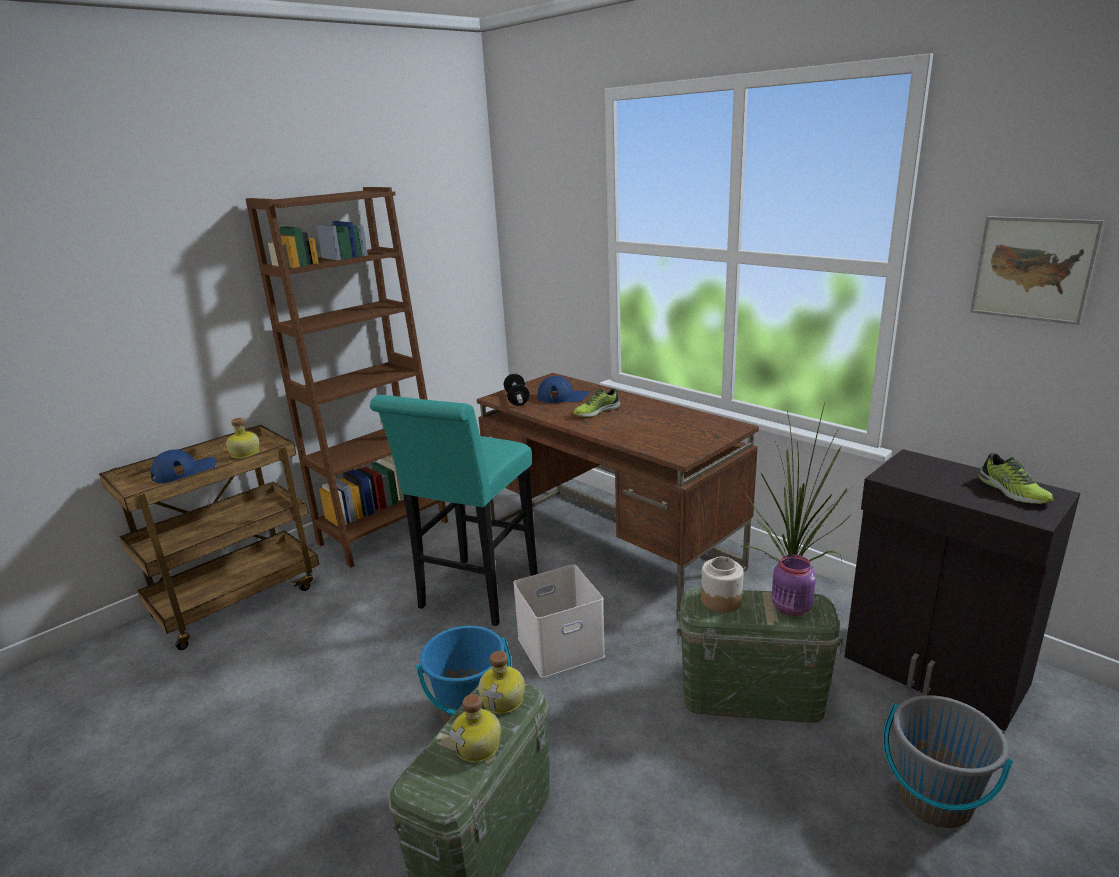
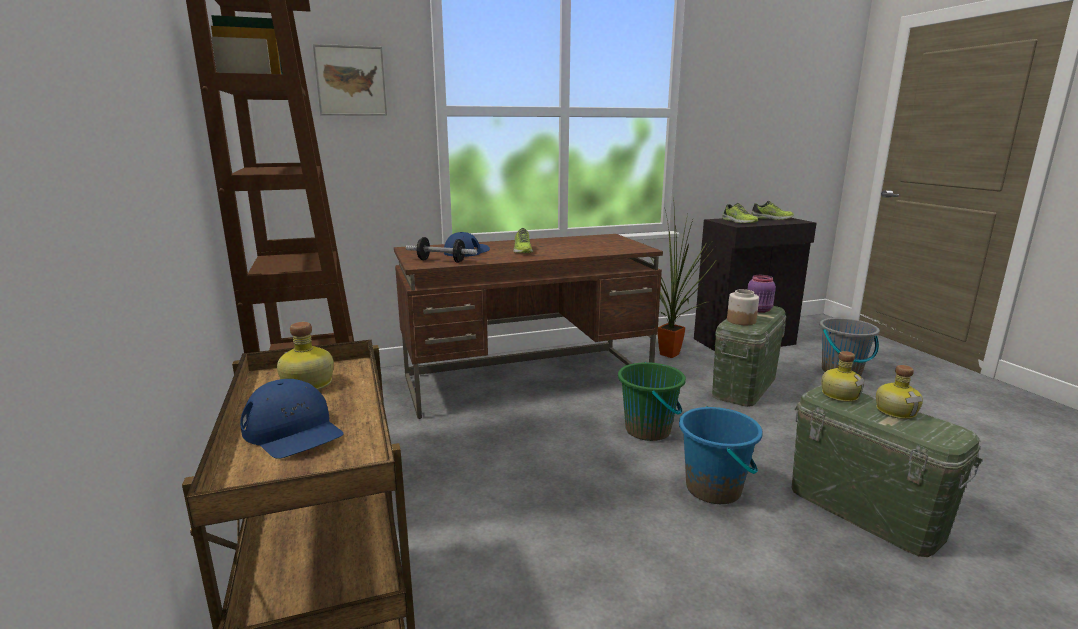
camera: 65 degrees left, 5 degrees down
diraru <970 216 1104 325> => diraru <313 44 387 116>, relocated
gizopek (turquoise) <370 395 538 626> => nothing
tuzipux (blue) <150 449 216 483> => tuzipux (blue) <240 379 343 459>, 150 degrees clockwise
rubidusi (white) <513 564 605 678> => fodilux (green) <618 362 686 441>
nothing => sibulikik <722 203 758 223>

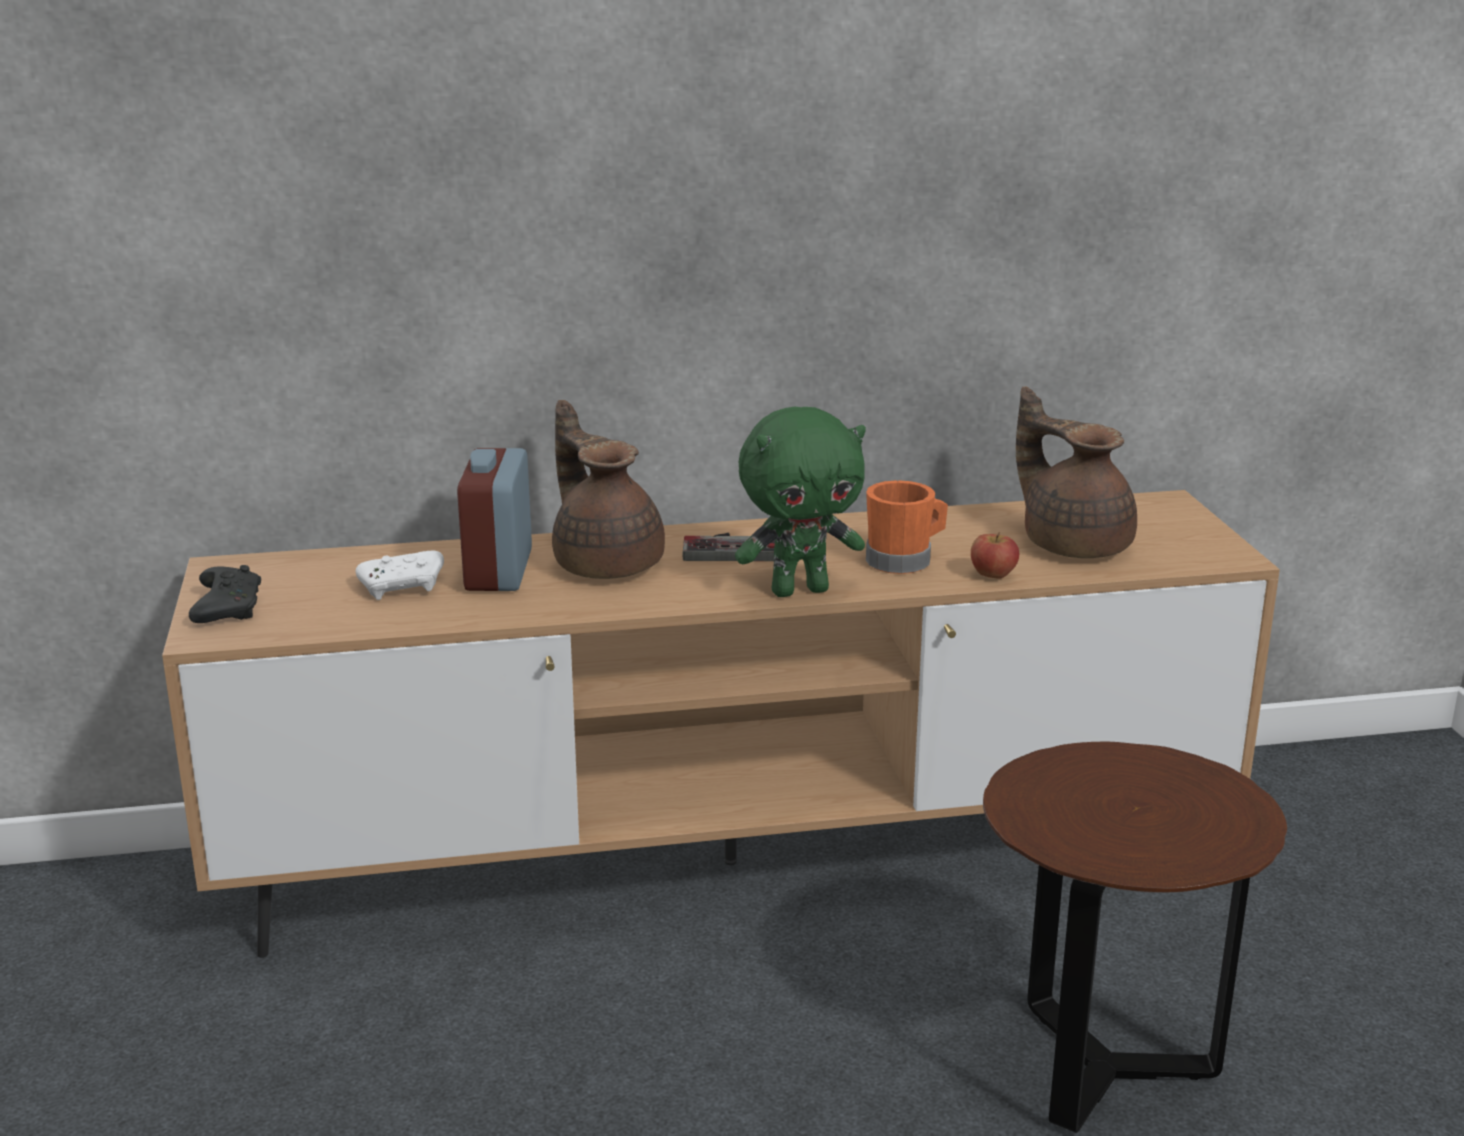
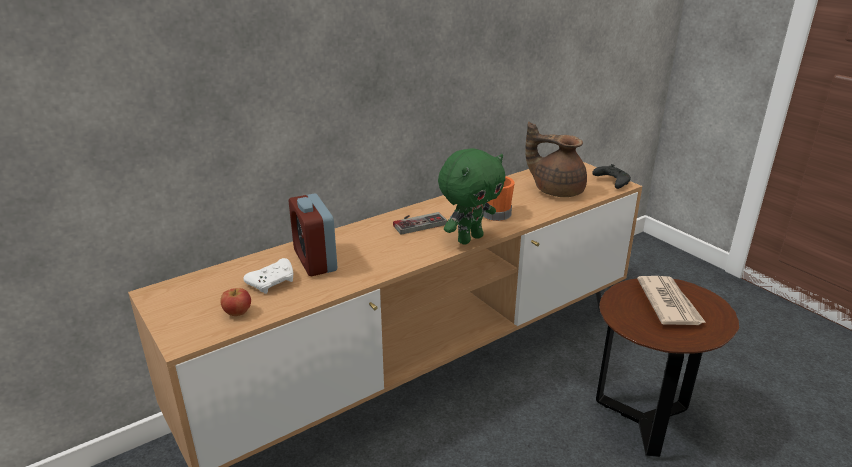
camera: 25 degrees left, 5 degrees up
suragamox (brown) <552 400 665 579> => nothing
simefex <971 532 1019 579> => simefex <220 288 251 316>, relocated
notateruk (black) <189 565 261 623> => notateruk (black) <592 164 631 189>, relocated
nothing => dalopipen <637 276 706 325>

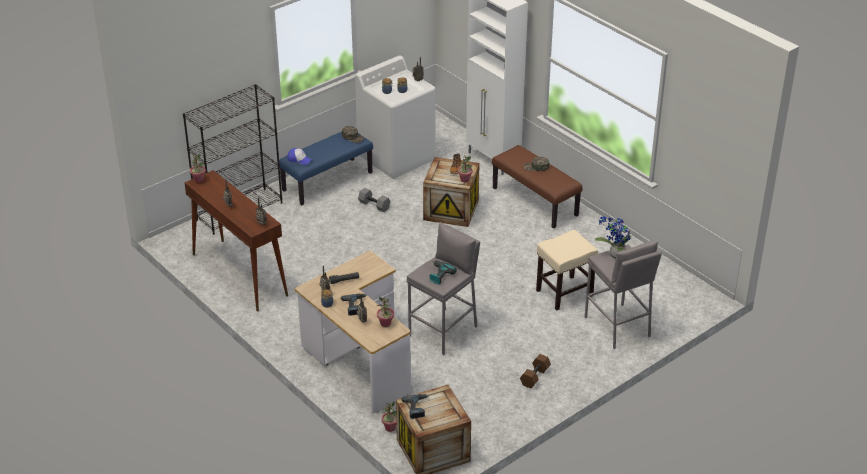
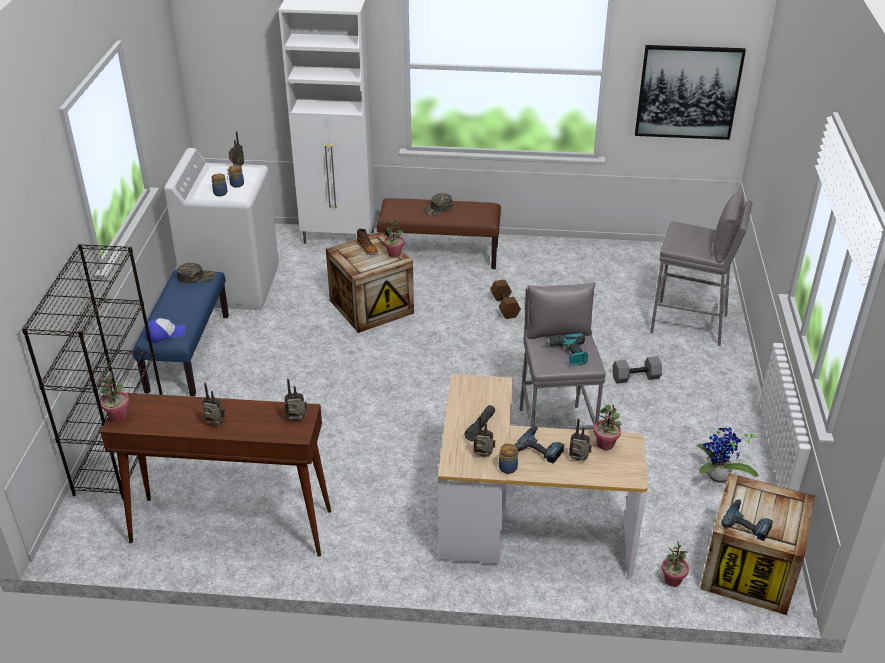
camera: 45 degrees left, 0 degrees up
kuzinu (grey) <358 188 391 212> => kuzinu (grey) <612 356 662 384>, relocated
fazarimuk <595 216 632 259> => fazarimuk <696 427 758 483>, relocated
gizopek (beige) <536 230 598 310> => nothing
kuzinu (brown) <520 354 551 389> => kuzinu (brown) <490 279 521 319>, relocated
nothing => diraru <635 45 746 140>

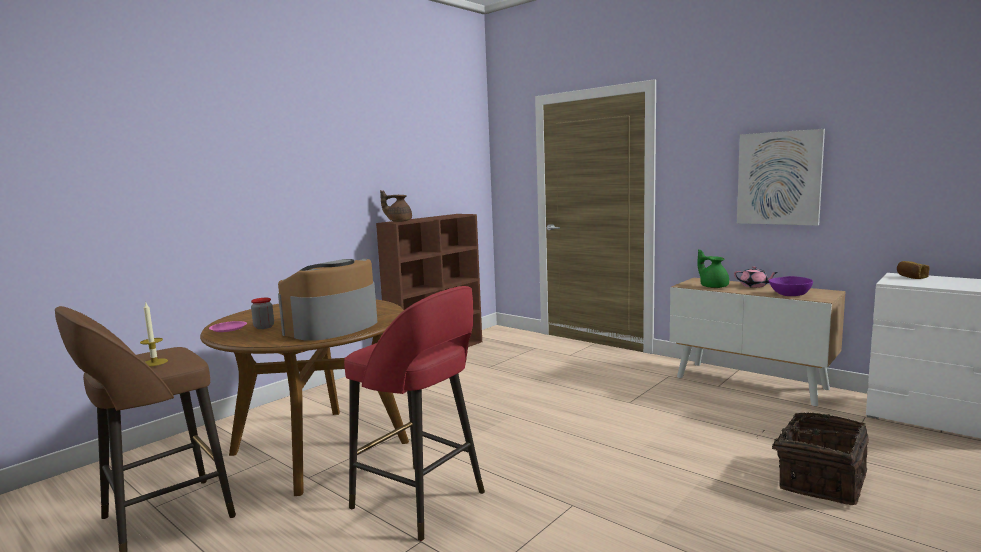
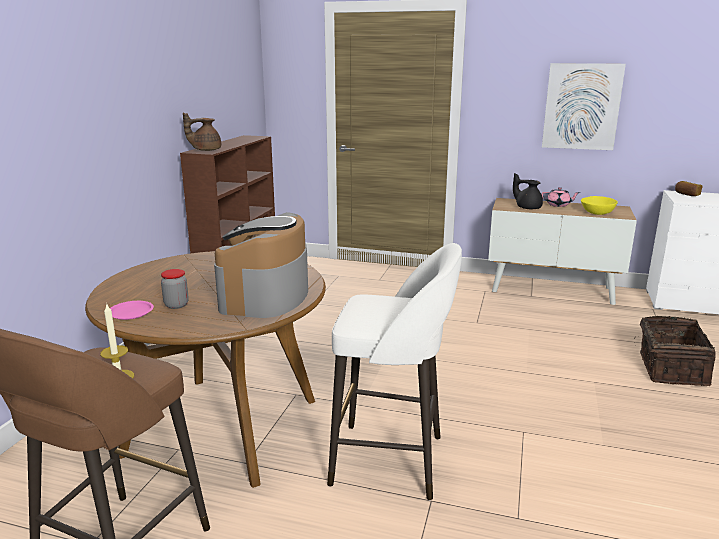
camera: 25 degrees left, 10 degrees up
suragamox (green) <698 249 729 288> => suragamox (black) <513 173 543 209>
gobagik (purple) <769 276 813 296> => gobagik (yellow) <581 196 618 215>
gizopek (red) <344 286 485 541> => gizopek (white) <327 243 462 500>

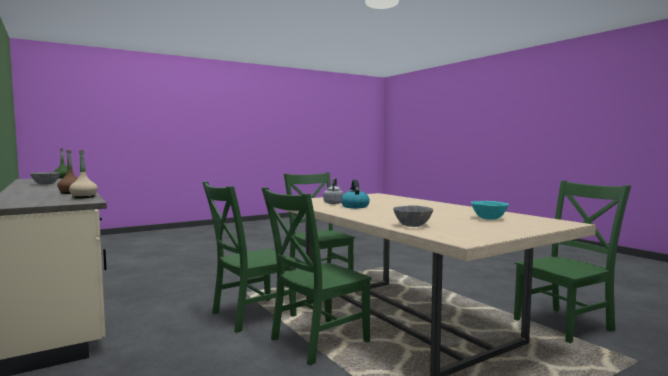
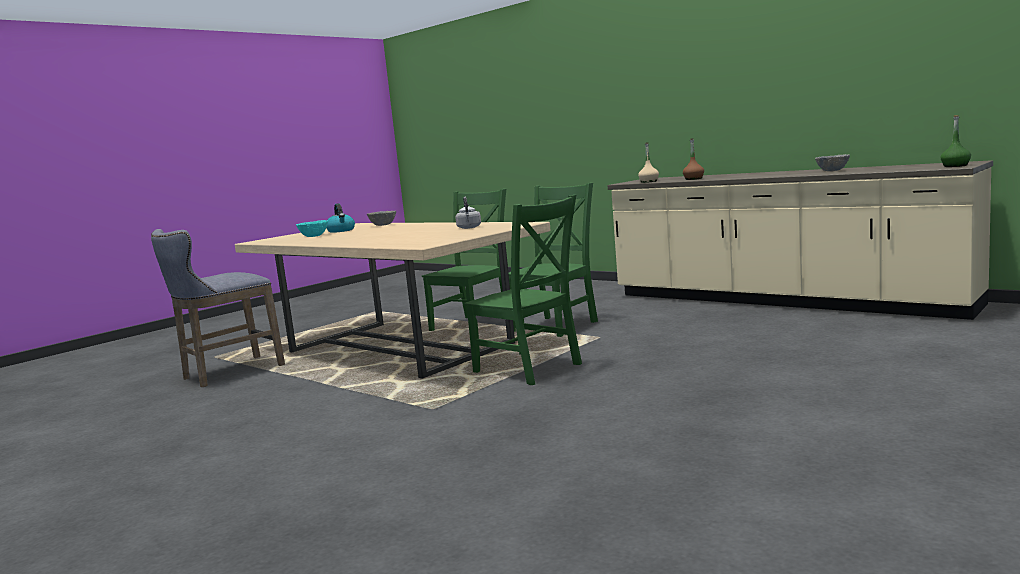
camera: 165 degrees right, 5 degrees up
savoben <341 180 370 208> => savoben <326 203 355 233>, relocated
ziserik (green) <514 180 631 343> => gizopek (grey) <151 229 285 387>

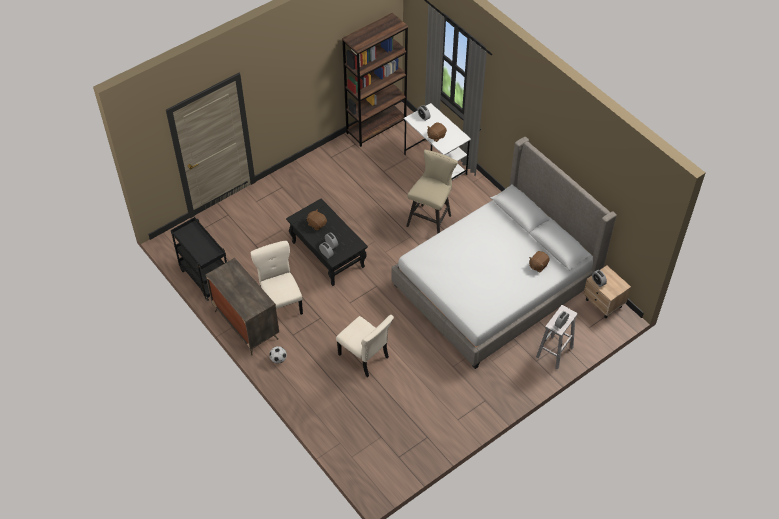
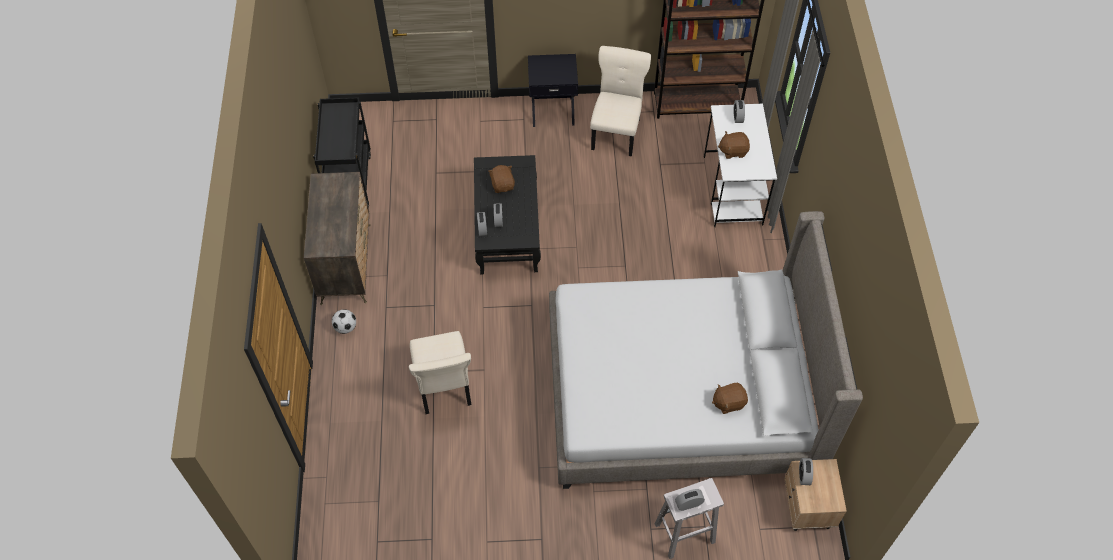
camera: 35 degrees right, 5 degrees up
gizopek (beige) <406 150 458 234> => nothing
ziserik (beige) <251 240 303 315> => ziserik (beige) <590 46 651 157>, relocated
nothing => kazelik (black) <528 54 578 127>

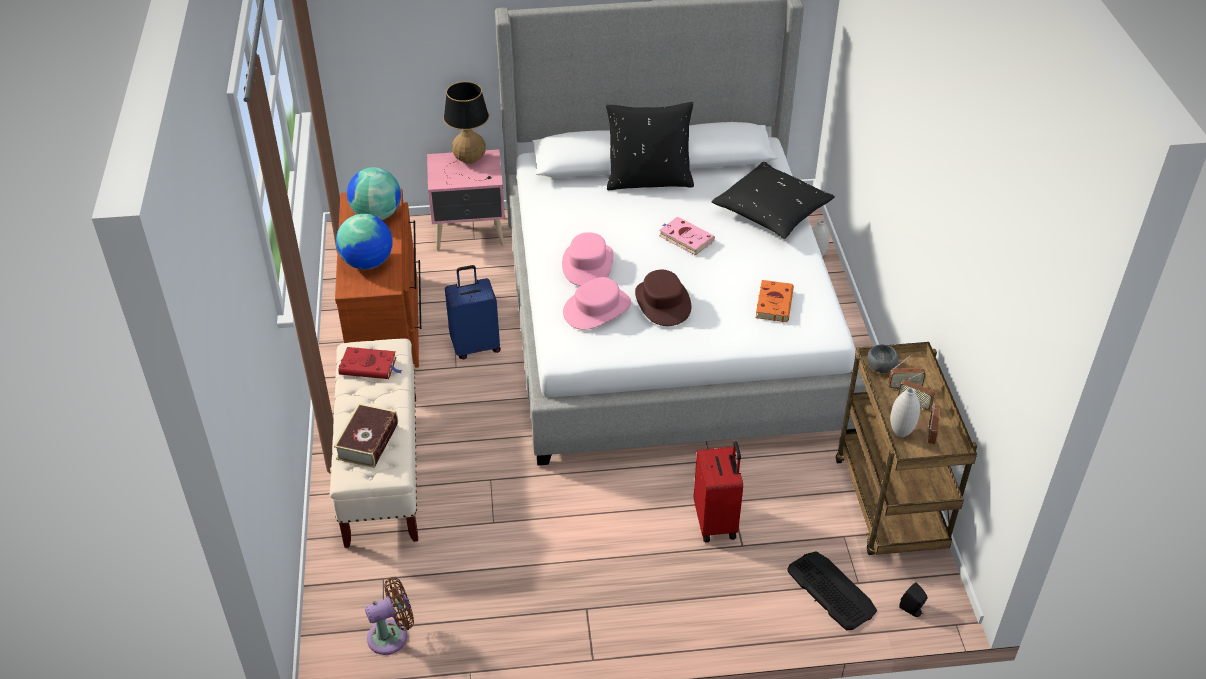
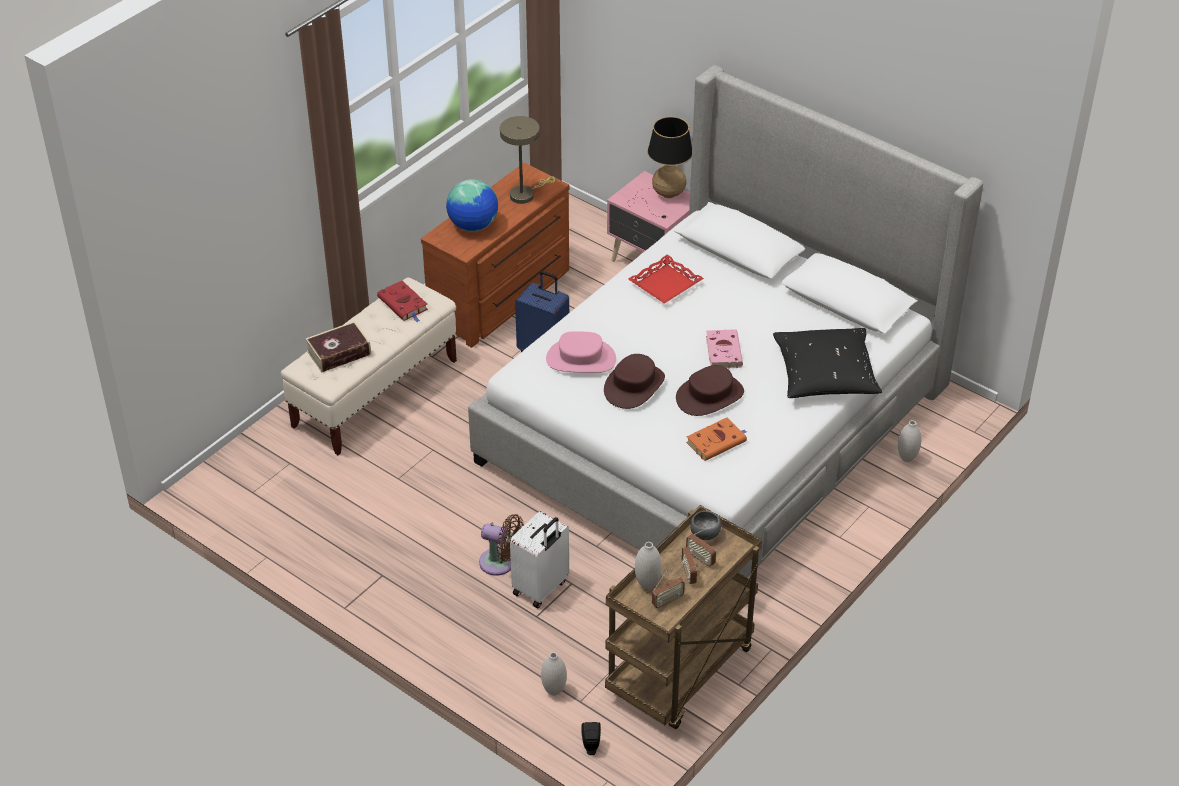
camera: 45 degrees right, 0 degrees up
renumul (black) <606 102 694 190> => nothing
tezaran <347 167 401 220> => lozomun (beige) <500 116 555 204>
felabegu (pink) <562 232 614 286> => nothing
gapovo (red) <694 441 743 542> => gapovo (white) <510 511 569 608>
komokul <787 552 877 630> => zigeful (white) <541 652 567 696>
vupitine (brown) <365 577 414 655> => vupitine (brown) <479 514 524 576>, relocated
nothing => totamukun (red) <628 255 704 304>
nothing => felabegu (brown) <676 365 744 416>

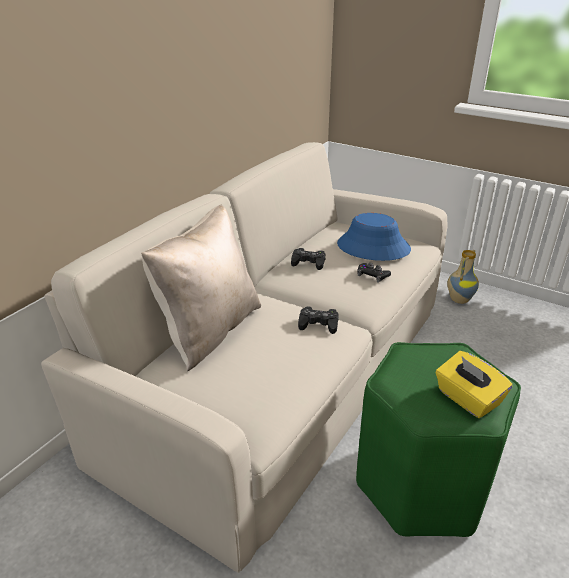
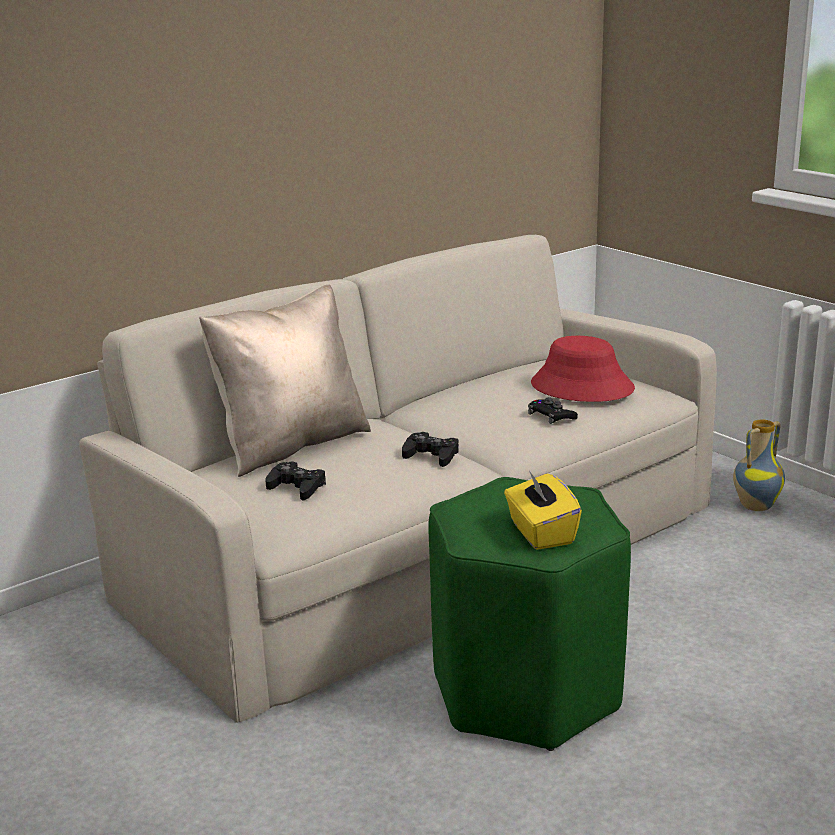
camera: 20 degrees right, 10 degrees down
felabegu (blue) <337 213 411 261> => felabegu (red) <531 336 635 402>
notateruk (black) <291 248 325 270> => notateruk (black) <265 461 326 500>, relocated

